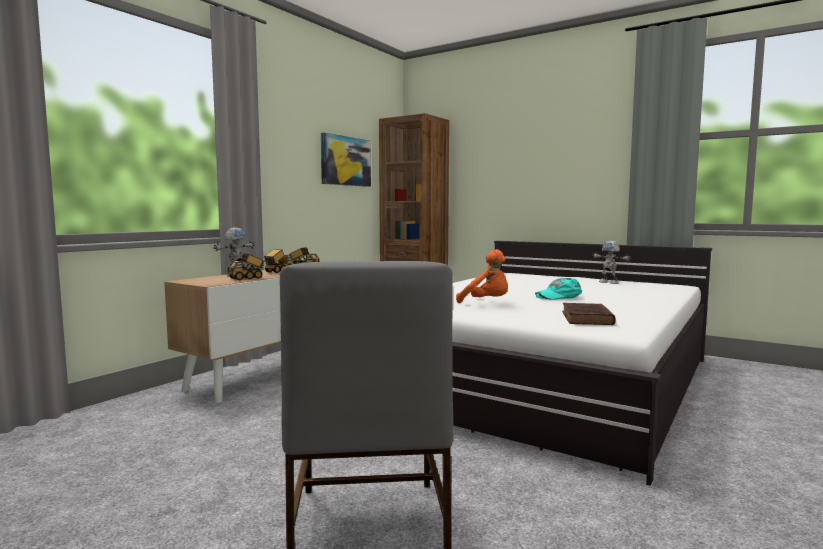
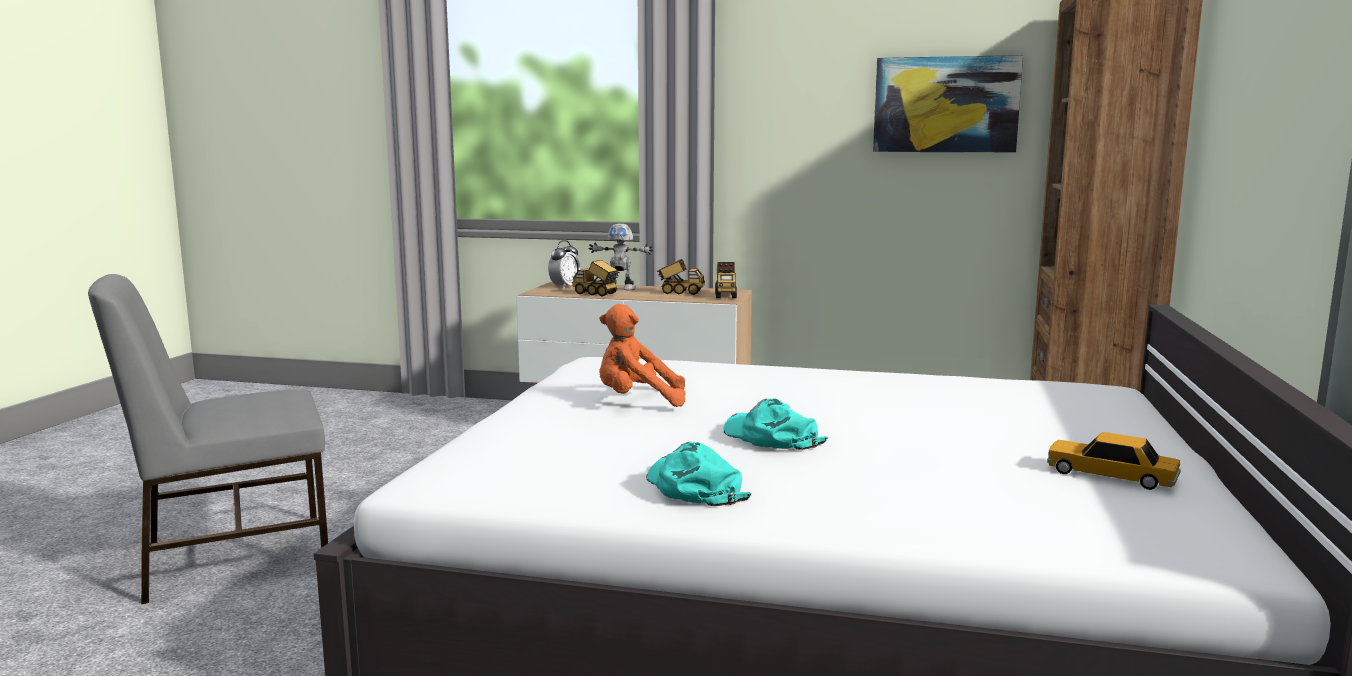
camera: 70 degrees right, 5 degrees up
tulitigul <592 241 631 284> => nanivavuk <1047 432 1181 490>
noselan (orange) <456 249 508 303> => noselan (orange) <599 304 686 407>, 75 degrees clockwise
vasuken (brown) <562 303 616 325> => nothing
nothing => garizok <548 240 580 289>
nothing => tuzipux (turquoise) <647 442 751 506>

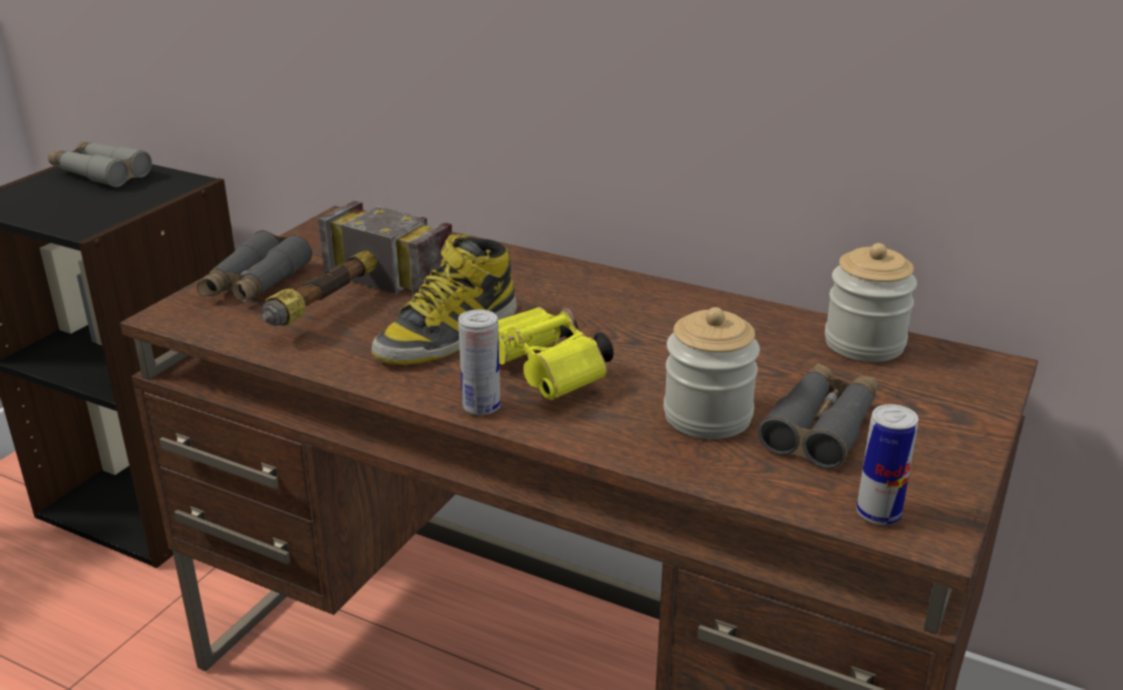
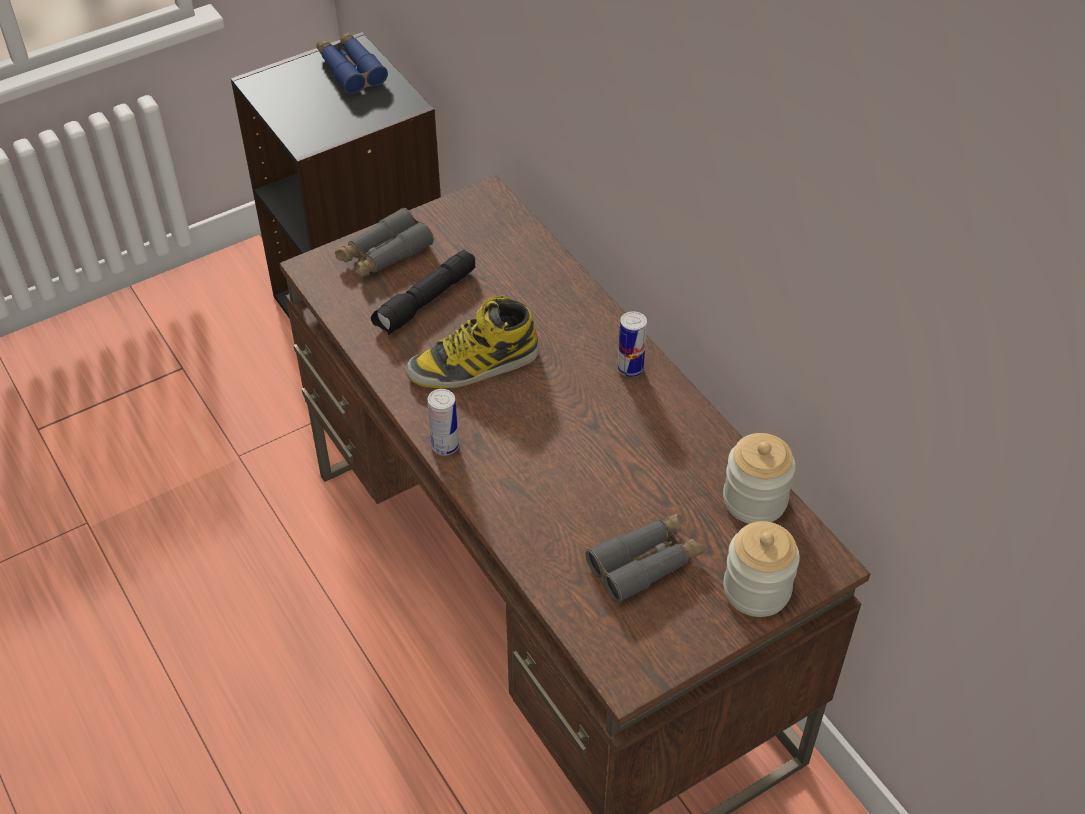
camera: 30 degrees right, 20 degrees up
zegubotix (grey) <48 142 152 187> => zegubotix (blue) <316 32 388 94>
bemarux <262 200 452 326> => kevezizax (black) <371 250 475 335>
zegubotix (yellow) <497 307 614 400> => nothing
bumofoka <664 307 760 439> => bumofoka <723 521 800 617>, relocated
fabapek <856 404 919 525> => fabapek <617 311 647 377>, relocated

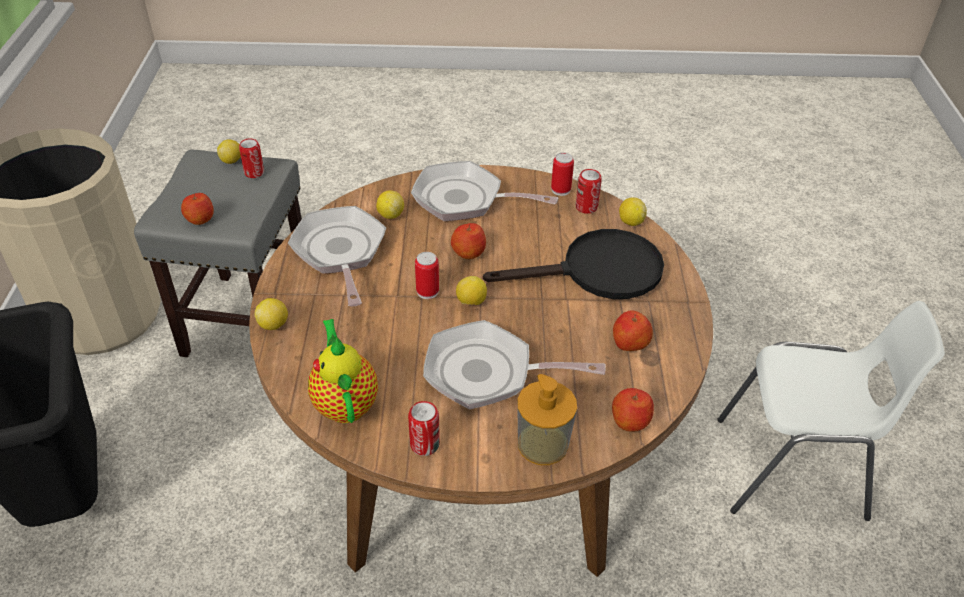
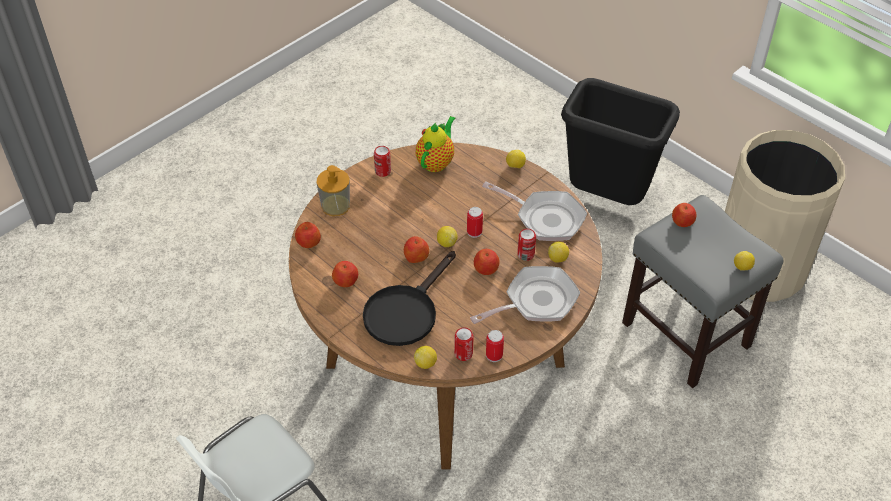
camera: 135 degrees right, 5 degrees up
fabapek <239 139 264 178> => fabapek <517 229 536 261>, relocated
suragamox <308 319 378 423> => suragamox <416 116 456 172>, 90 degrees counterclockwise
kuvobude <423 320 606 409> => nothing
nothing => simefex <404 236 429 263>

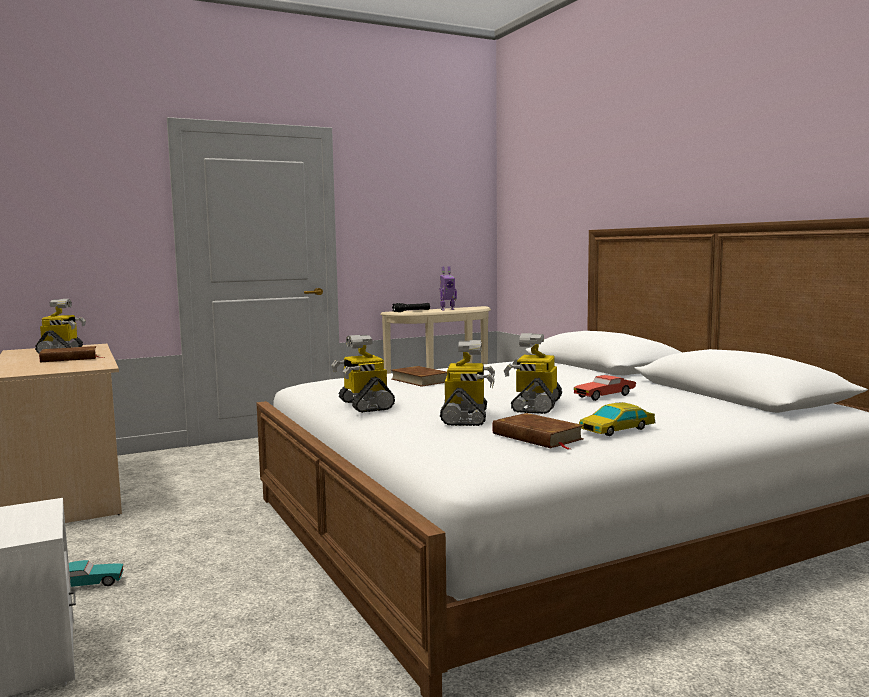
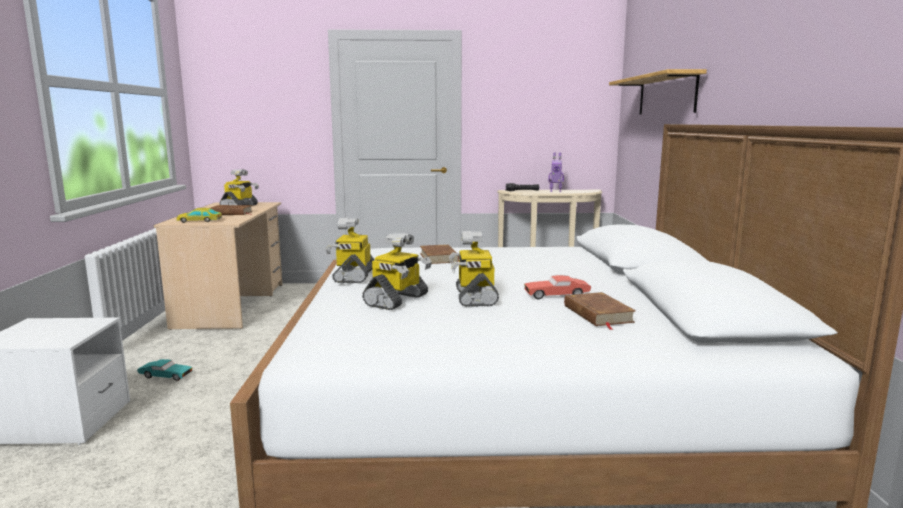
camera: 25 degrees right, 5 degrees up
tulitigul <504 333 562 414> => tulitigul <449 231 499 307>, 45 degrees counterclockwise
nanivavuk <579 402 656 436> => nanivavuk <176 208 222 223>, relocated
vasuken (brown) <492 413 584 450> => vasuken (brown) <564 292 636 330>, relocated
nothing => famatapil <609 69 707 114>

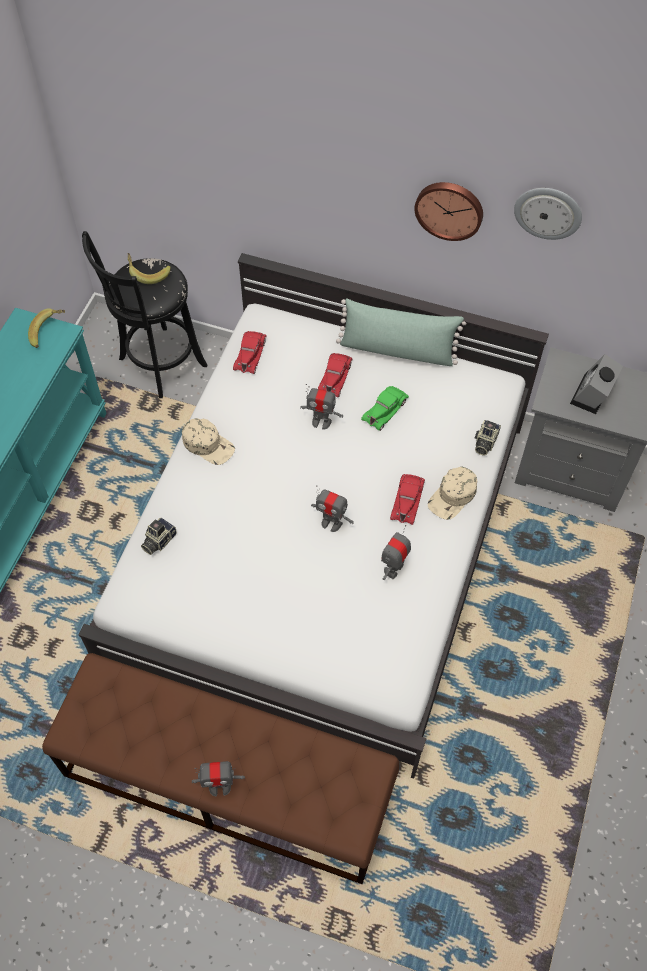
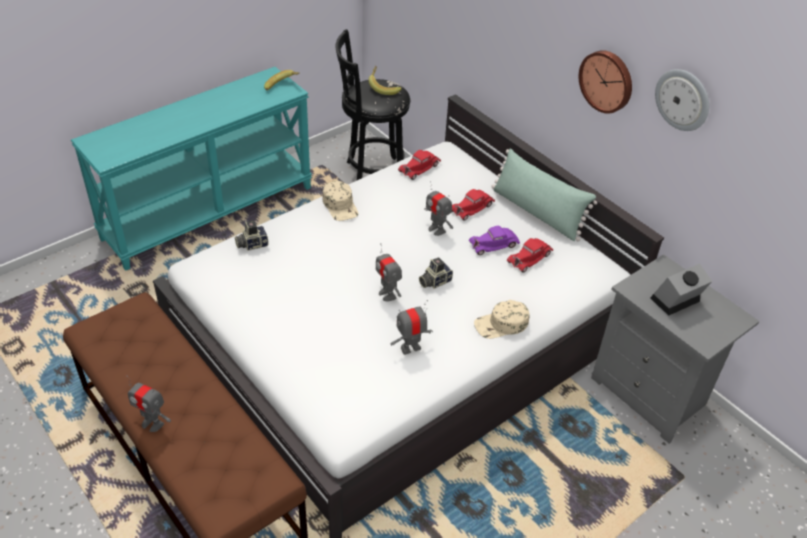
camera: 30 degrees right, 15 degrees down
nanivavuk (green) <361 386 409 431> => nanivavuk (purple) <469 226 520 255>
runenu <474 420 501 455> => runenu <419 257 453 289>, relocated
nanivavuk (red) <390 474 425 525> => nanivavuk (red) <507 238 553 273>, relocated

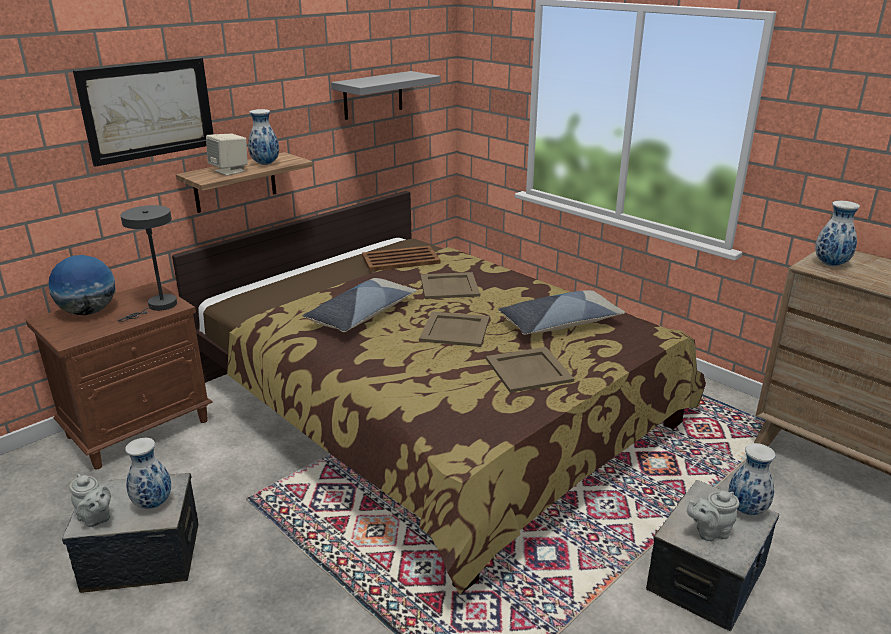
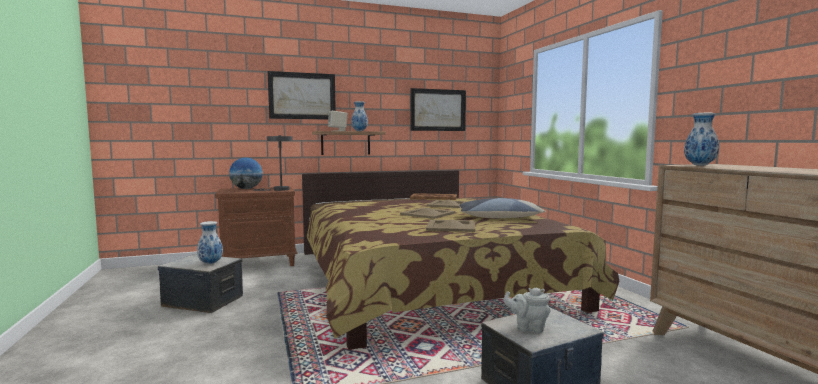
camera: 25 degrees right, 20 degrees down
famatapil (grey) <331 71 441 120> => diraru <411 88 466 131>
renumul <303 278 417 332> => nothing
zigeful <729 443 776 515> => nothing
suragamox (grey) <69 474 111 527> => nothing

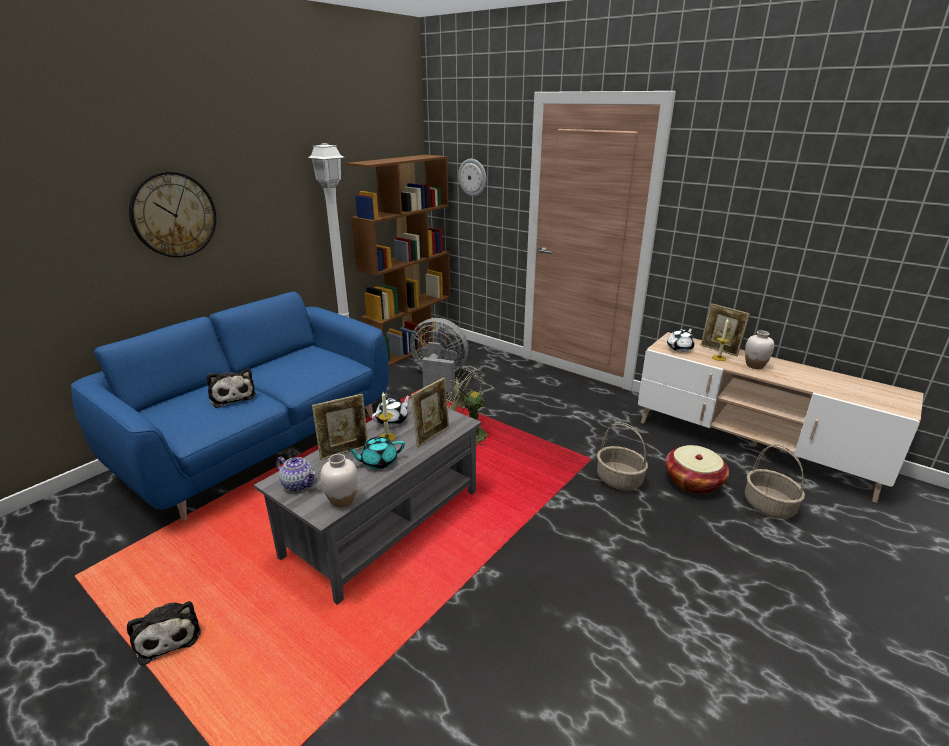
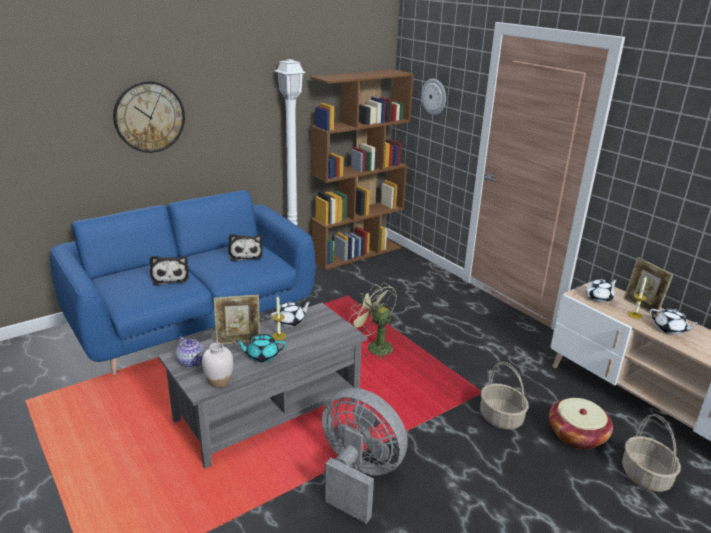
camera: 15 degrees right, 0 degrees up
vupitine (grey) <410 318 468 393> => vupitine (grey) <322 388 408 524>, relocated
zigeful (white) <745 330 774 369> => suragamox (white) <649 309 701 335>
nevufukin <411 377 449 447> => nothing
noselan <127 601 201 666> => noselan <228 234 263 262>, relocated

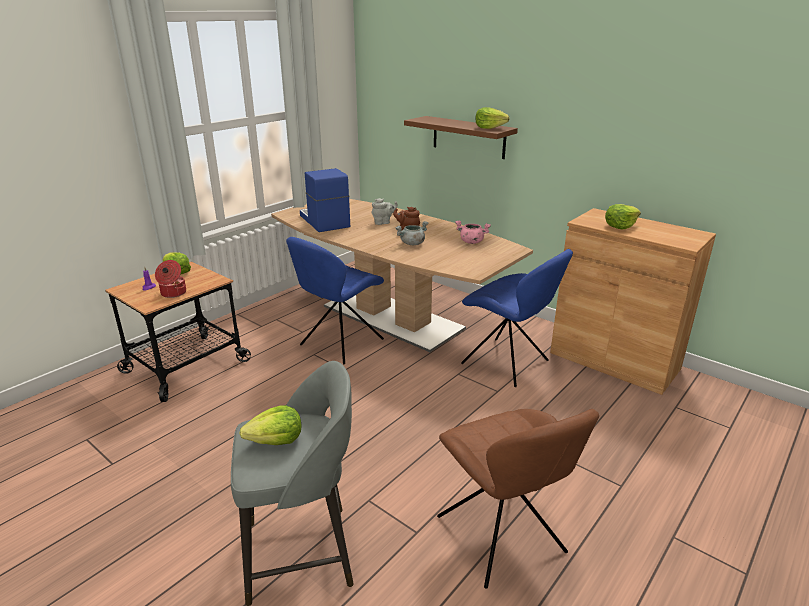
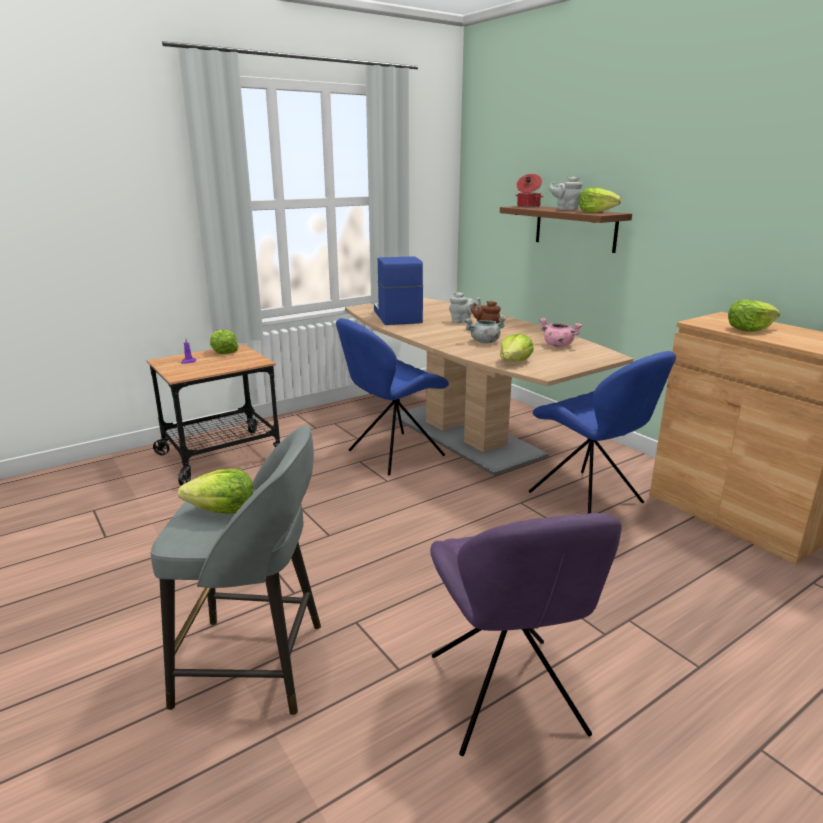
camera: 15 degrees right, 5 degrees down
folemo <155 260 186 298> => folemo <515 174 543 208>, relocated
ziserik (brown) <437 409 599 589> => ziserik (purple) <430 513 622 756>
nothing => suragamox (grey) <549 176 583 210>
nothing => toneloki <500 334 534 362>

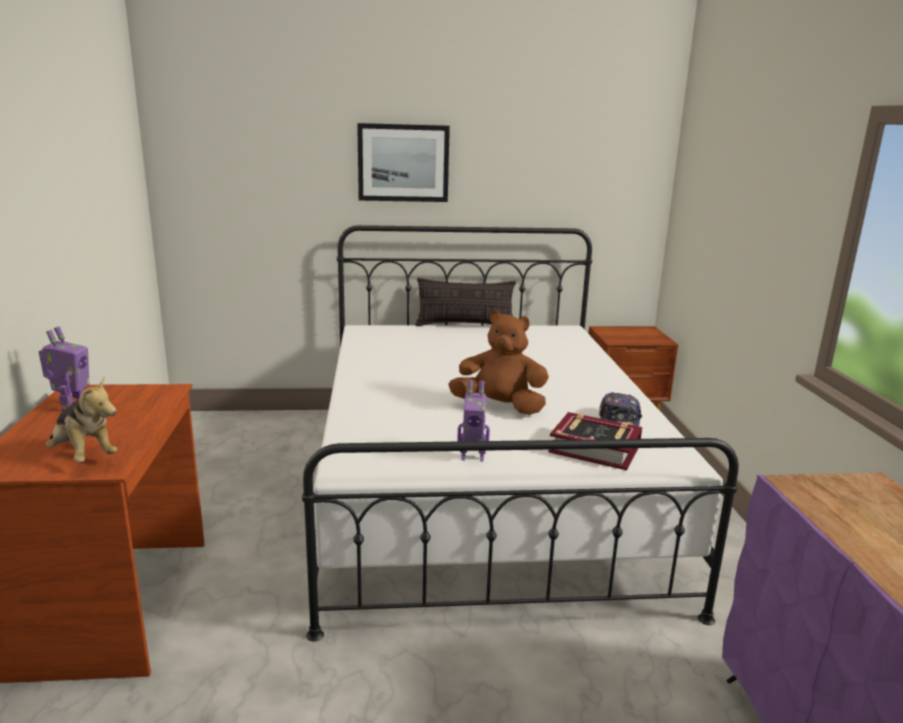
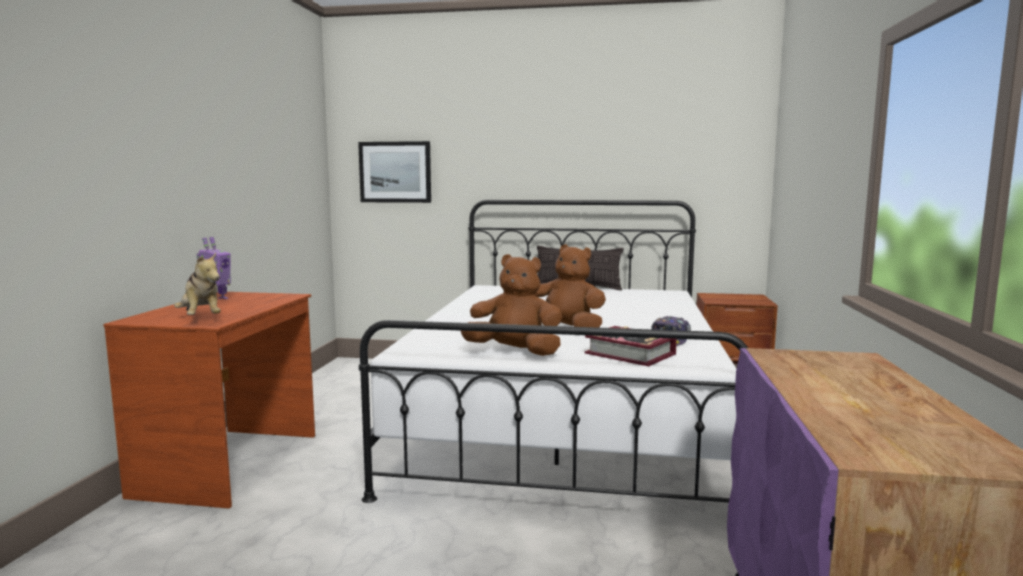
camera: 15 degrees right, 10 degrees down
diraru <357 123 450 202> => diraru <358 141 431 203>, relocated
tulitigul <457 380 490 461> => noselan (brown) <461 254 563 356>

